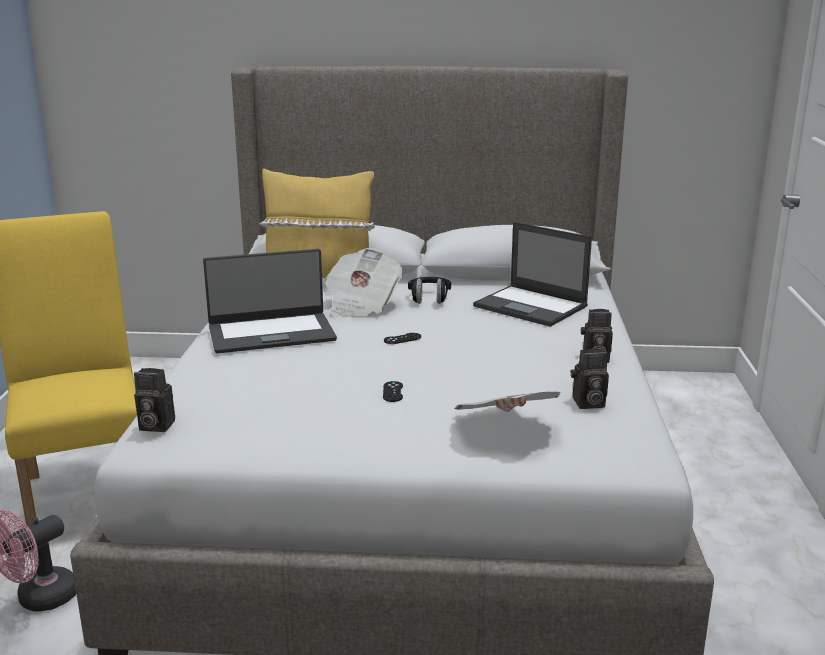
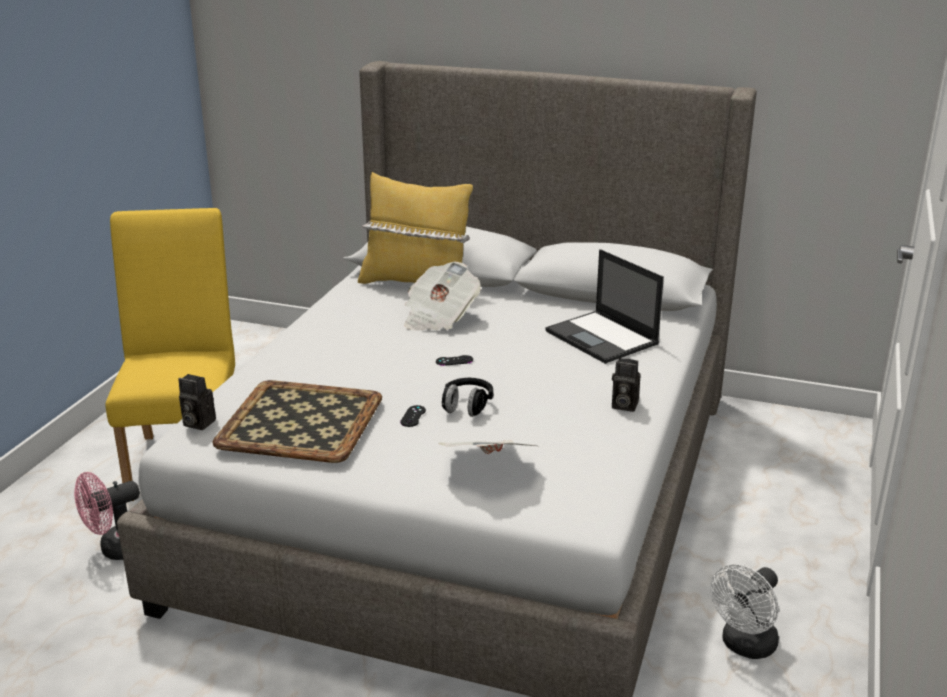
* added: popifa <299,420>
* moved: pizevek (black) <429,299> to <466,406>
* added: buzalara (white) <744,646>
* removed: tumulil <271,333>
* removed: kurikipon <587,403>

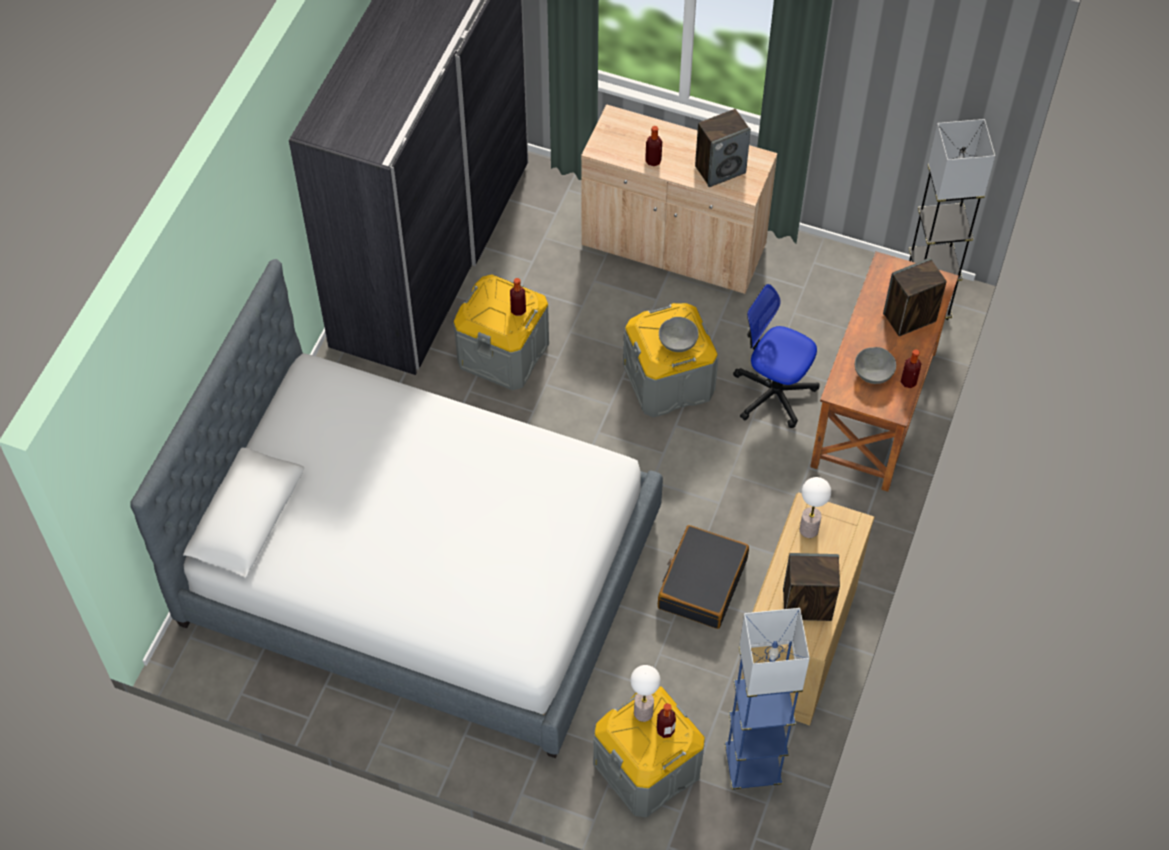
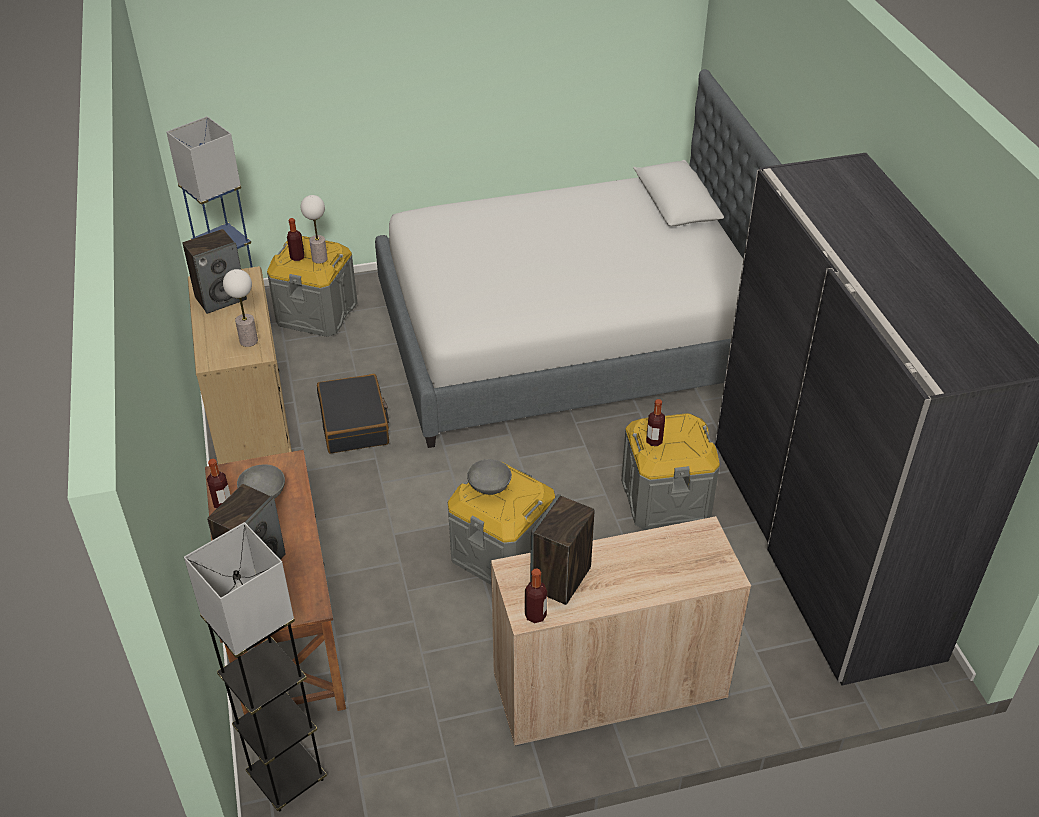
* moved: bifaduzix <653,161> to <535,615>
* removed: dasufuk <773,392>

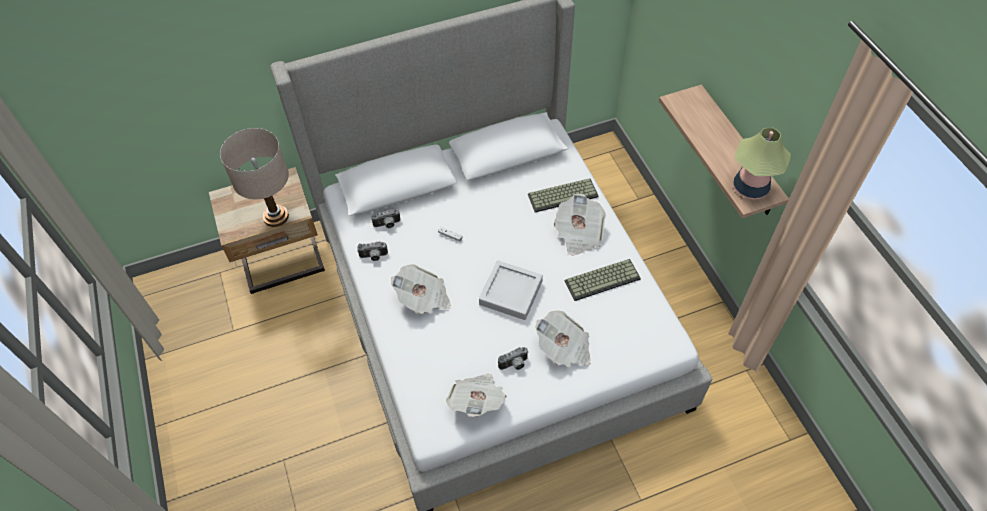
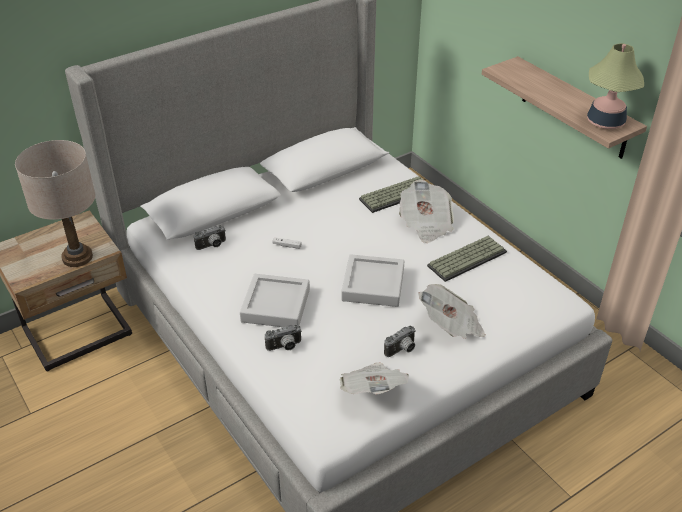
* replaced: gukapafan <423,298> to popifa (grey) <276,305>
* moved: kurikipon <373,257> to <285,347>

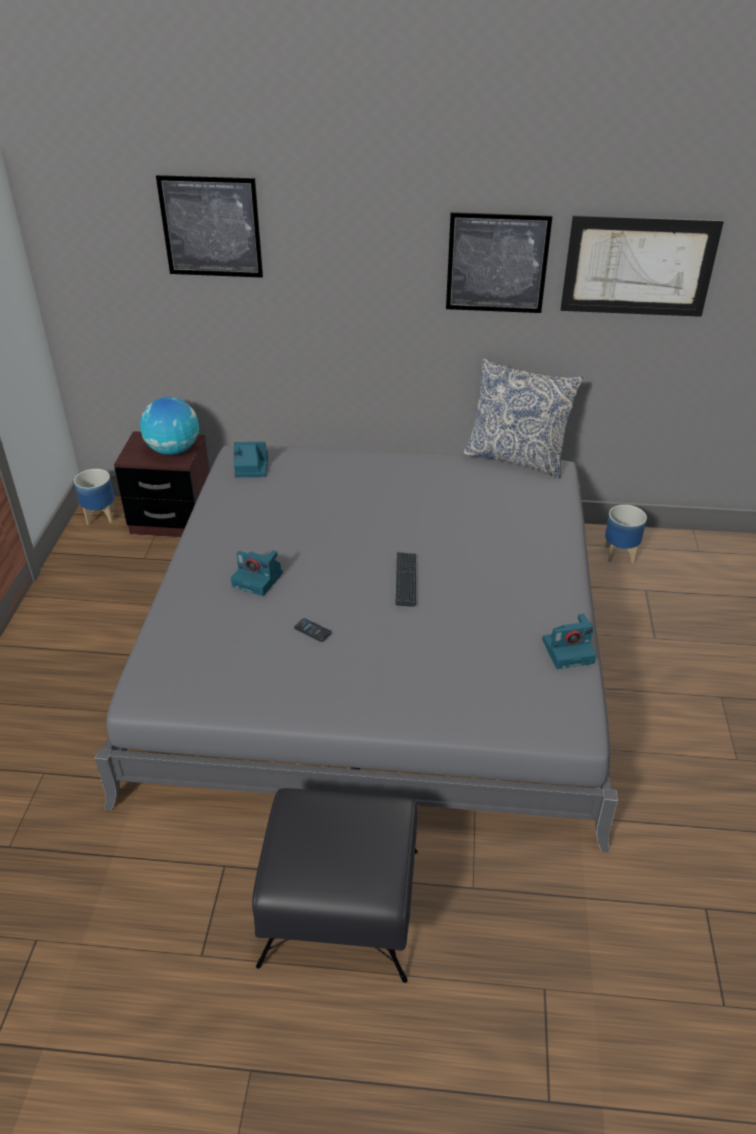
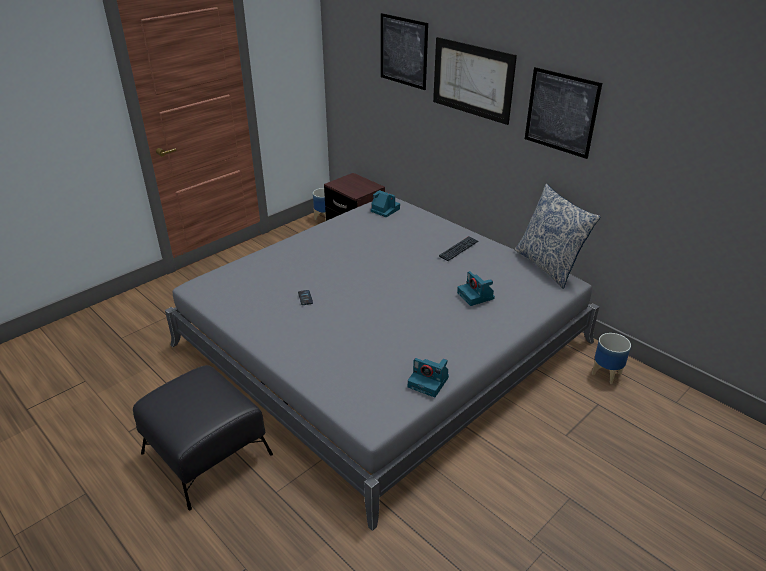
* moved: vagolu <638,266> to <472,80>
* moved: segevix <405,579> to <459,249>
* moved: kurikipon <258,579> to <476,296>
* removed: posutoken <173,450>

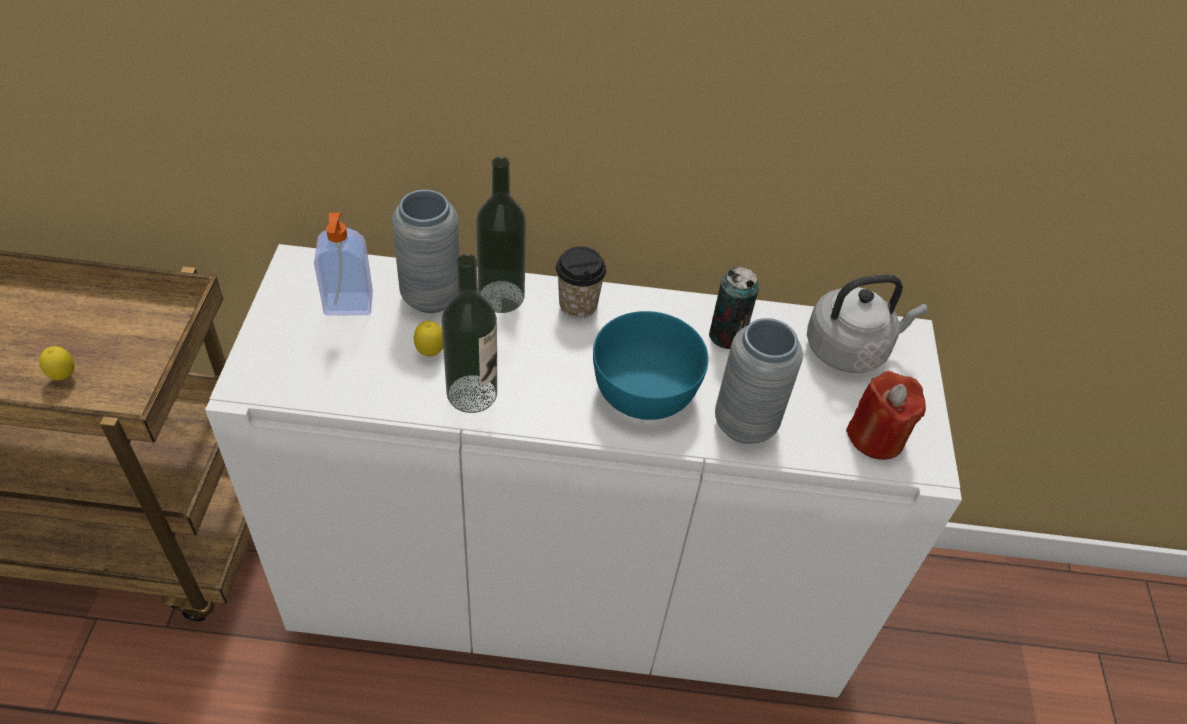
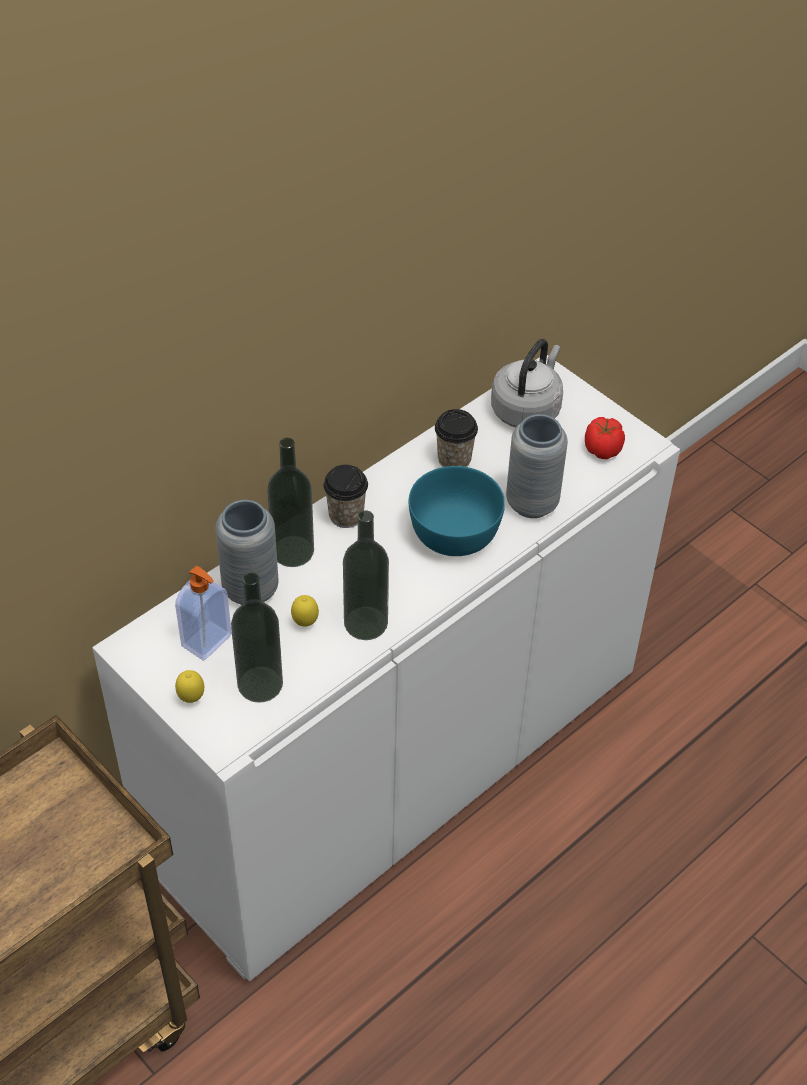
* moved: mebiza <64,377> to <191,698>
* added: bifaduzix <260,684>
* replaced: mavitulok <727,336> to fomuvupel <454,460>
* replaced: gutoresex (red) <876,436> to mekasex <602,450>

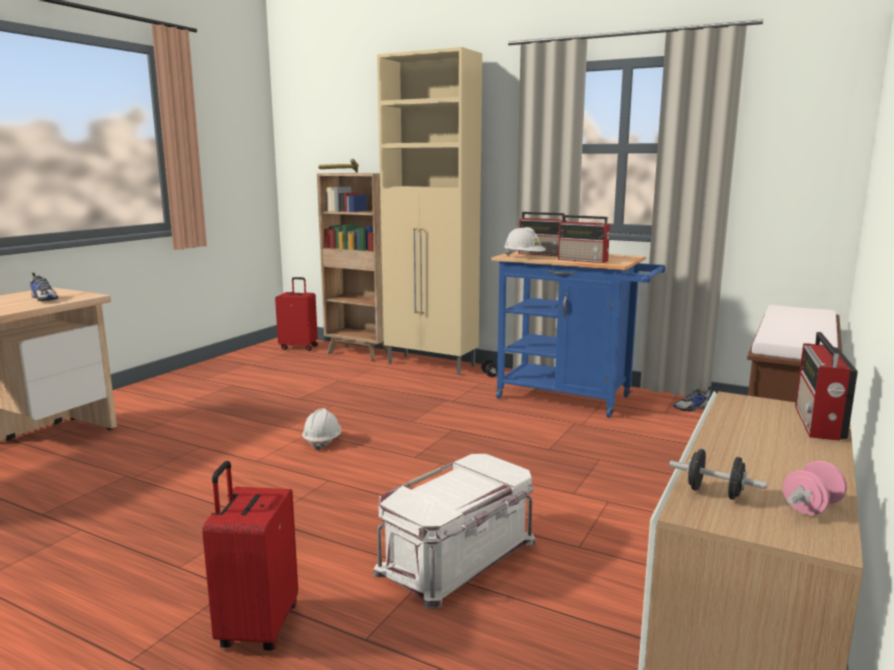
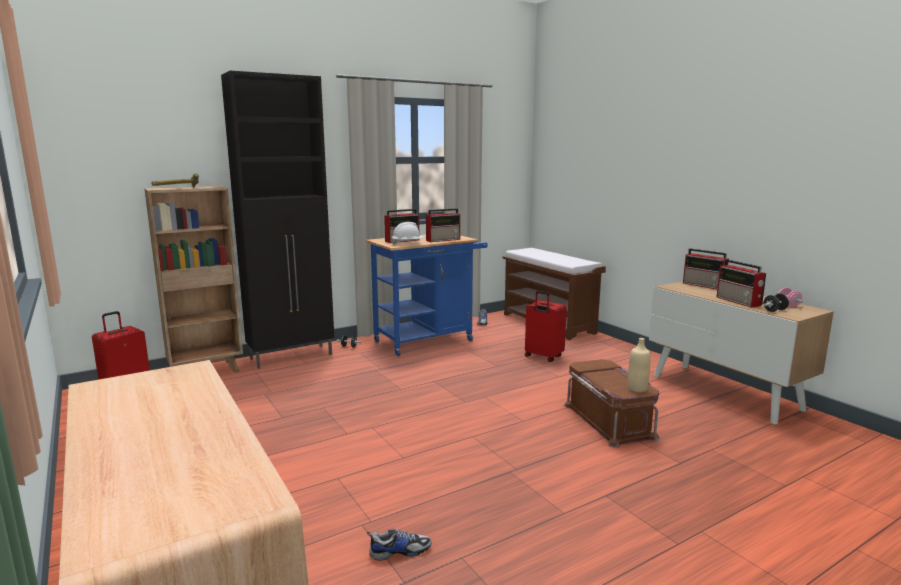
* recoloured: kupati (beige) <432,365> to kupati (black) <292,356>
* moved: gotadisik <45,298> to <399,551>
* moved: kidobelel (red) <256,627> to <543,357>
* recoloured: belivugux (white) <459,557> to belivugux (brown) <610,420>
* added: bifaduzix (beige) <637,388>
* added: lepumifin <739,301>
* removed: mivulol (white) <322,441>

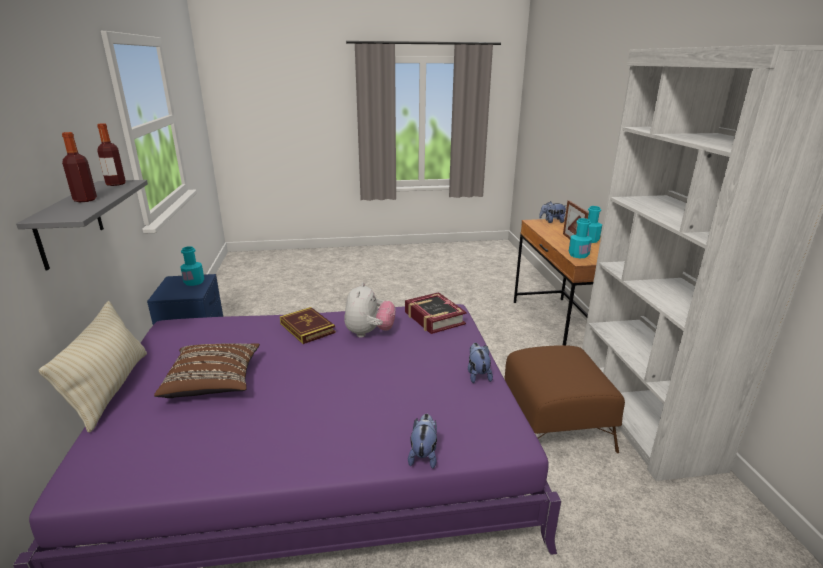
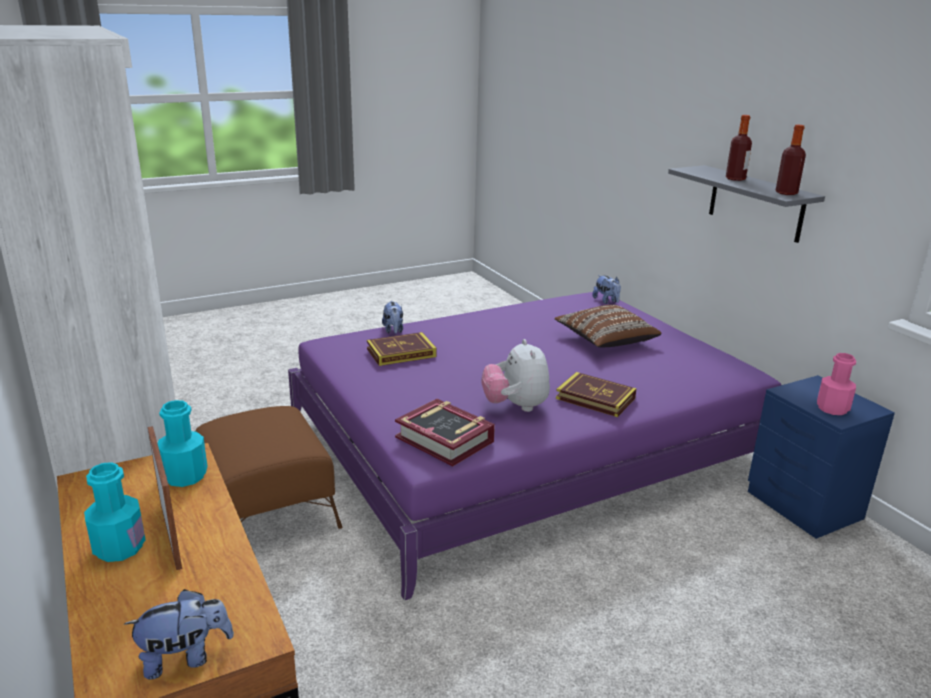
* added: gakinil <401,353>
* moved: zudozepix <477,375> to <606,301>
* recoloured: bifaduzix (turquoise) <194,282> to bifaduzix (pink) <832,408>
* removed: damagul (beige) <110,389>

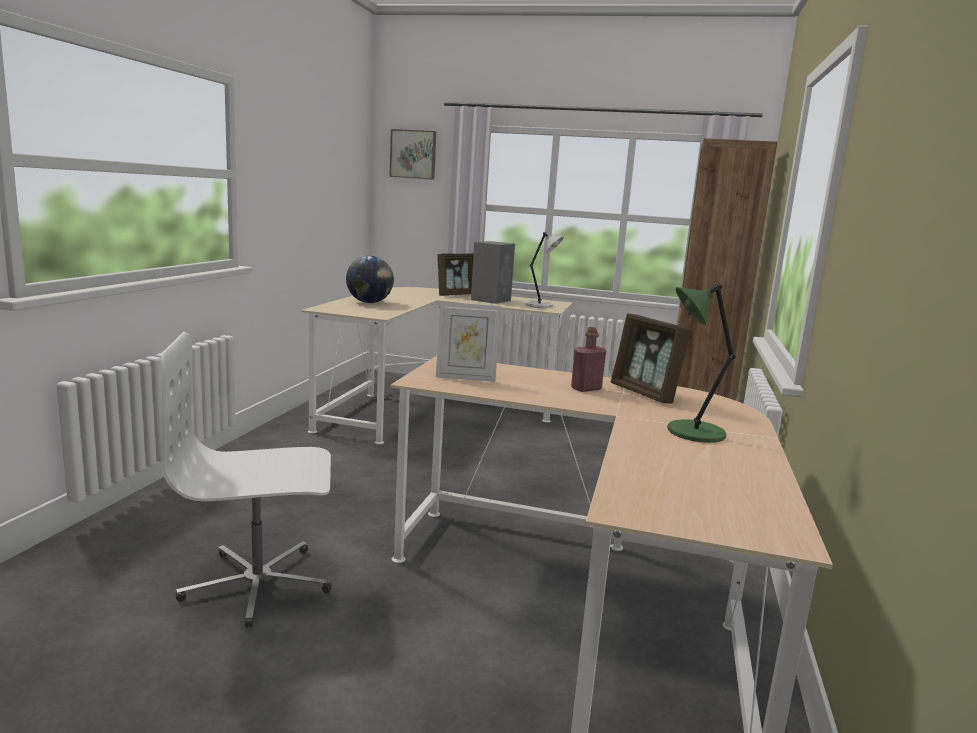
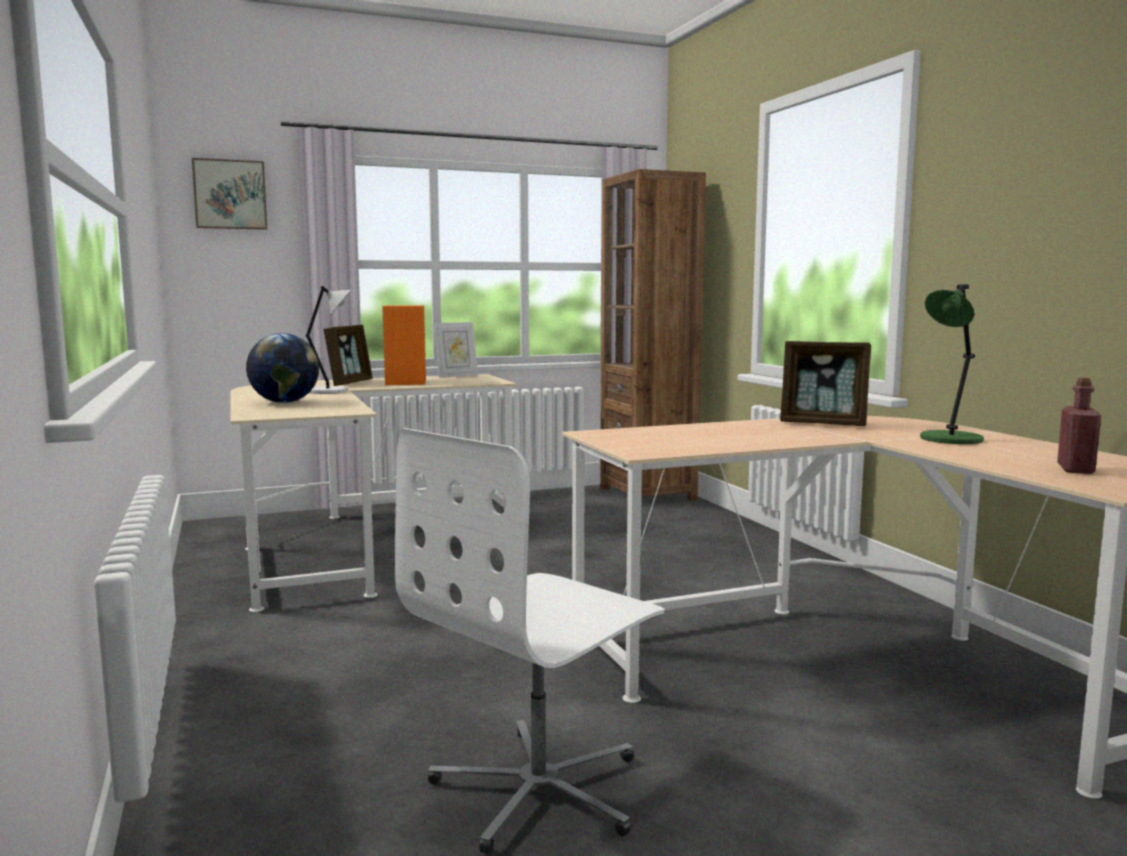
* moved: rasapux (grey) <540,305> to <330,391>
* recoloured: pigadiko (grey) <491,300> to pigadiko (orange) <406,382>
* moved: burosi <465,377> to <456,376>
* moved: bifaduzix (red) <586,388> to <1075,469>

